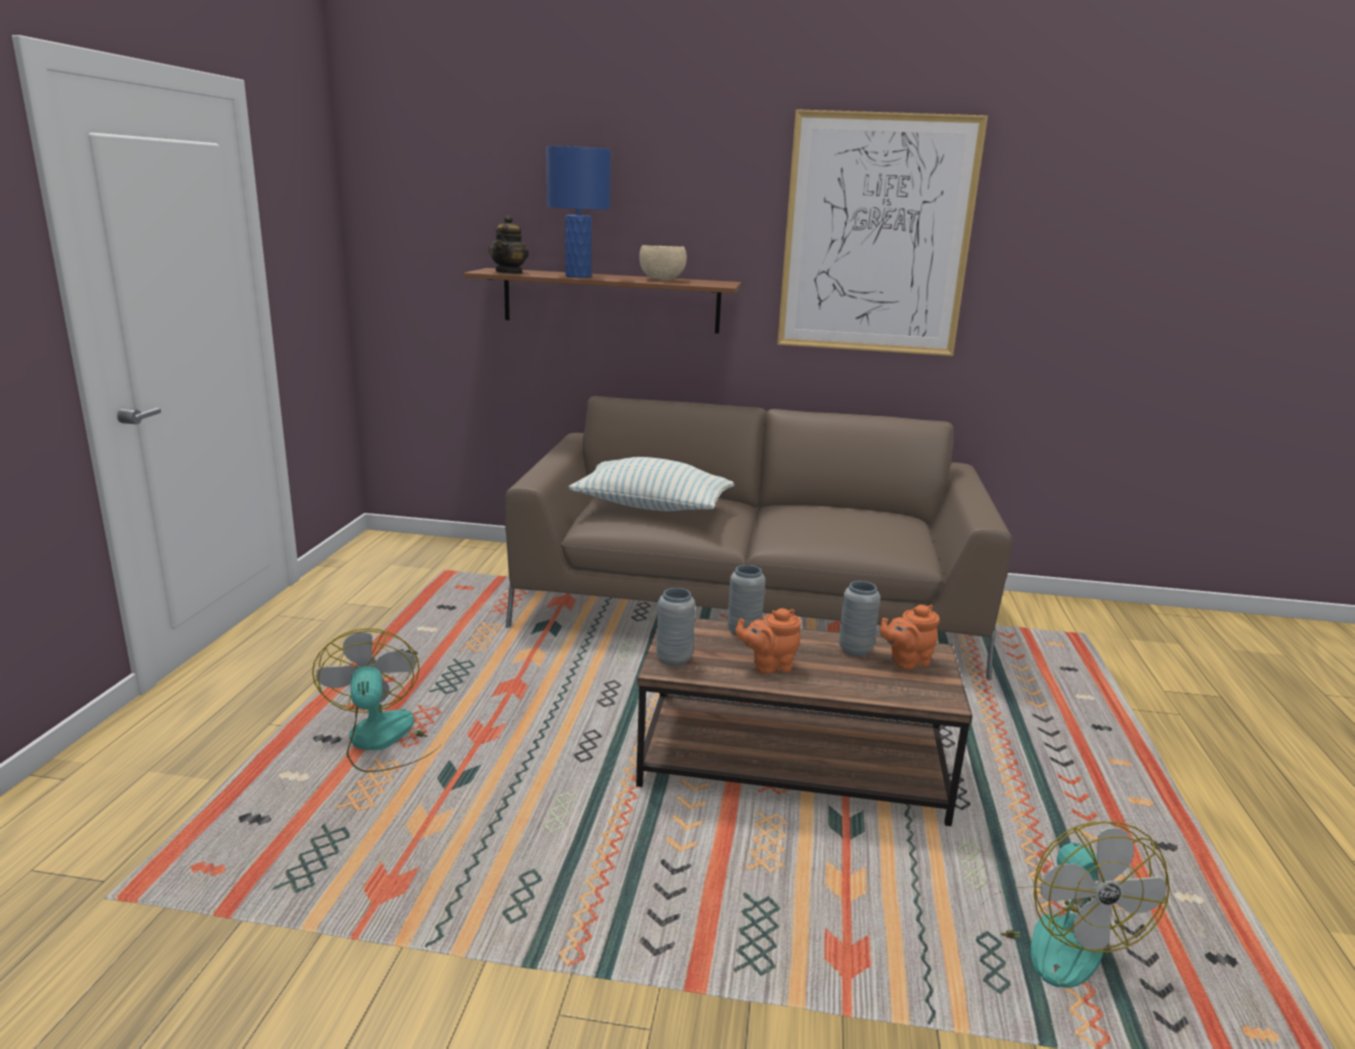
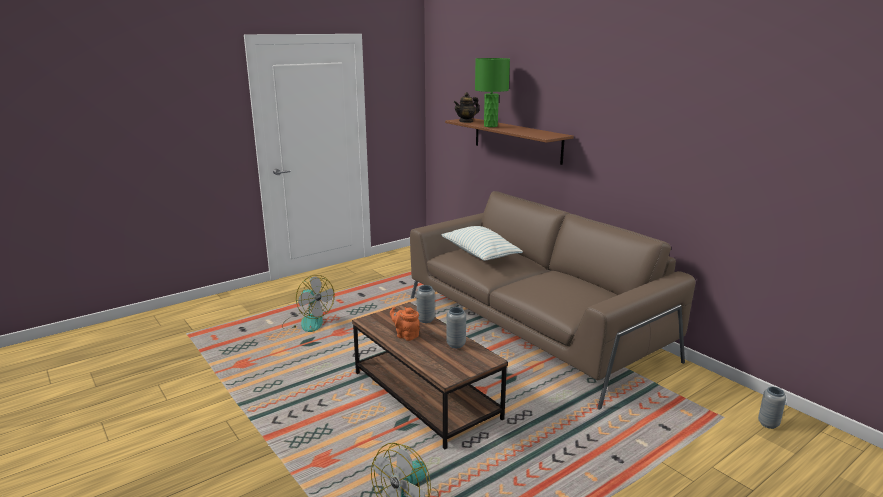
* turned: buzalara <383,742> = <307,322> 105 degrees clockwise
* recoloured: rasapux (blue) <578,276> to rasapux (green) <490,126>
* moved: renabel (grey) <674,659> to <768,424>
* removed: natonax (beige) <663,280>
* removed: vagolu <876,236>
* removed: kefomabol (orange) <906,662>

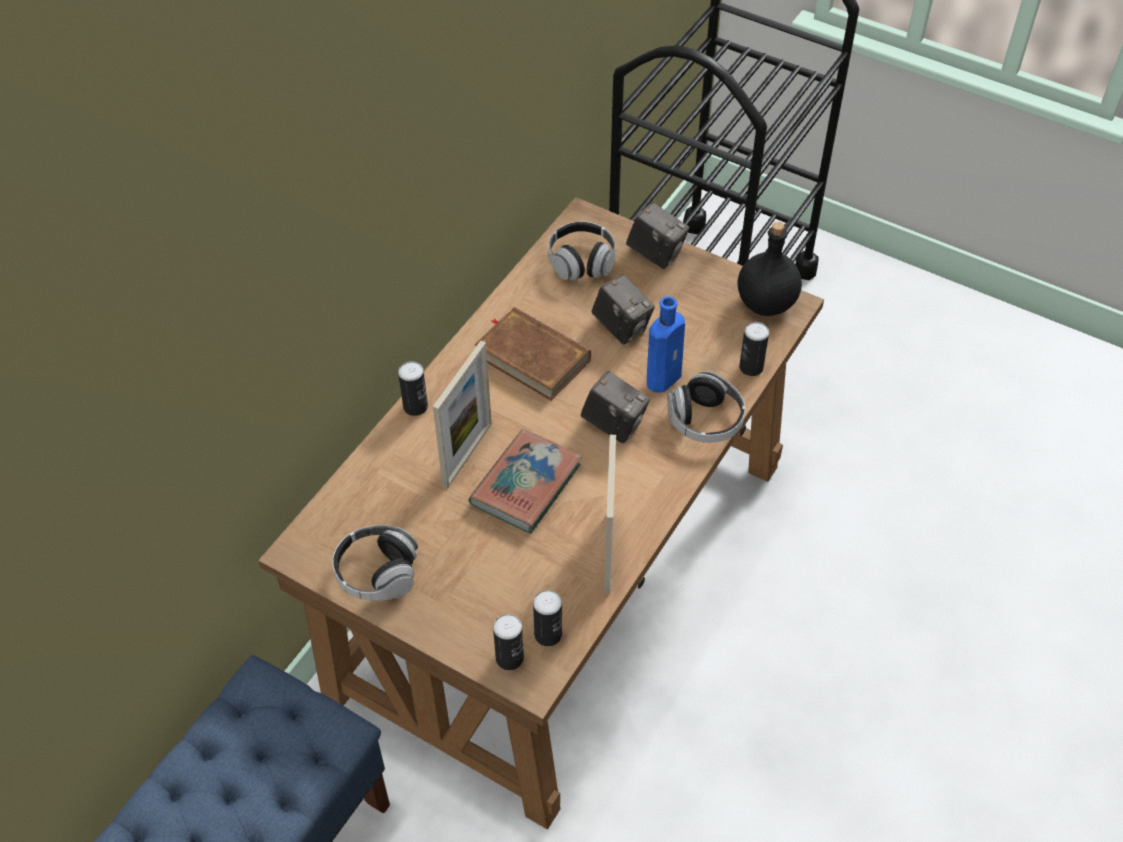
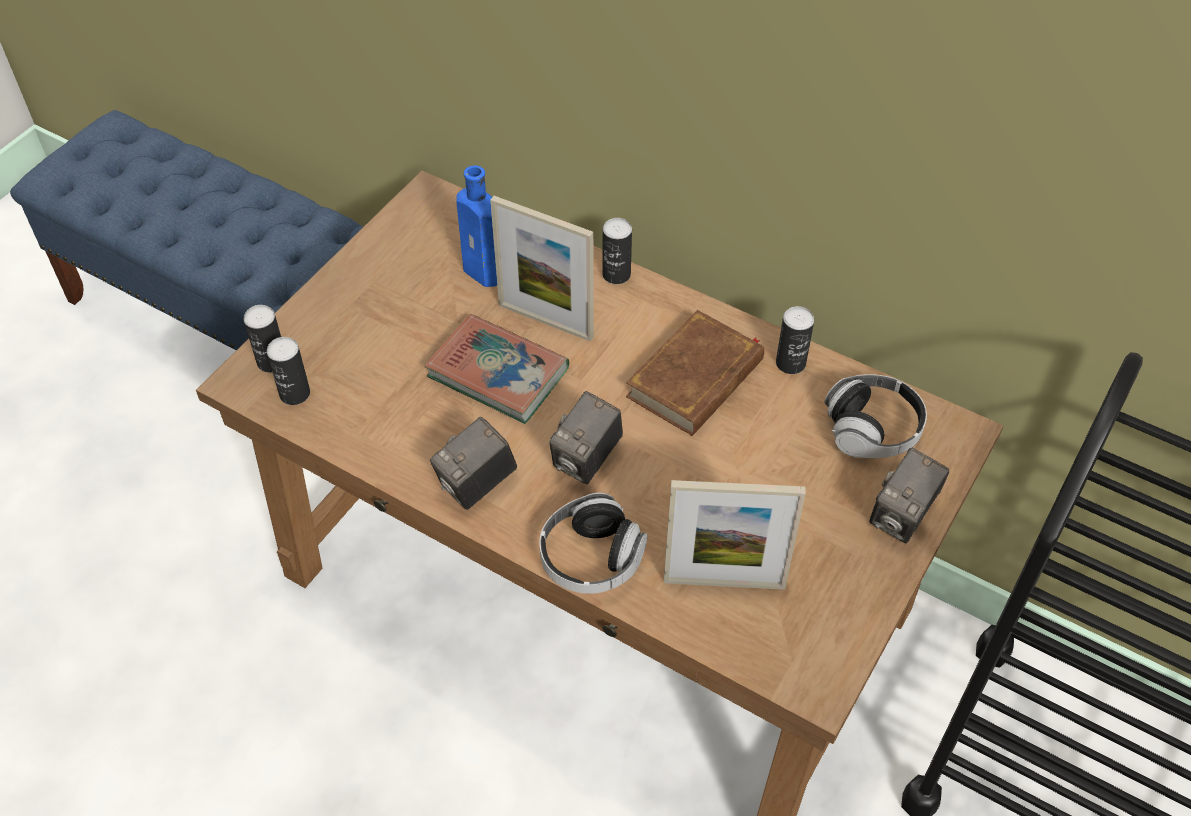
* moved: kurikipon <621,327> to <477,485>
* moved: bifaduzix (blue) <665,377> to <486,273>
* moved: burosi <608,552> to <724,583>
* moved: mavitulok <751,367> to <790,363>
* removed: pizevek <377,573>
* removed: bifaduzix (black) <765,303>

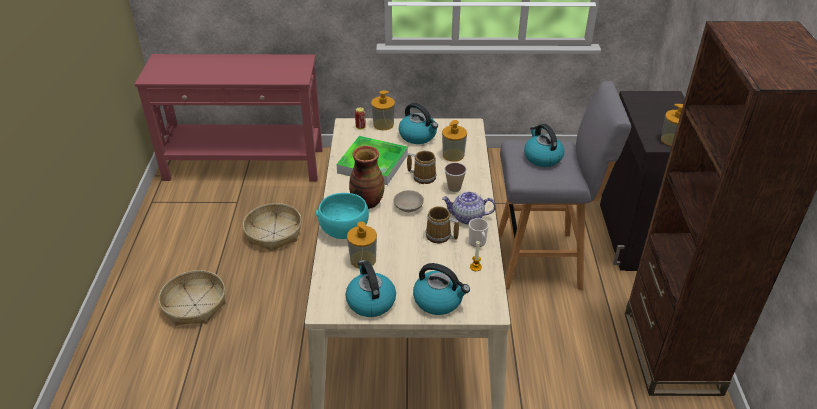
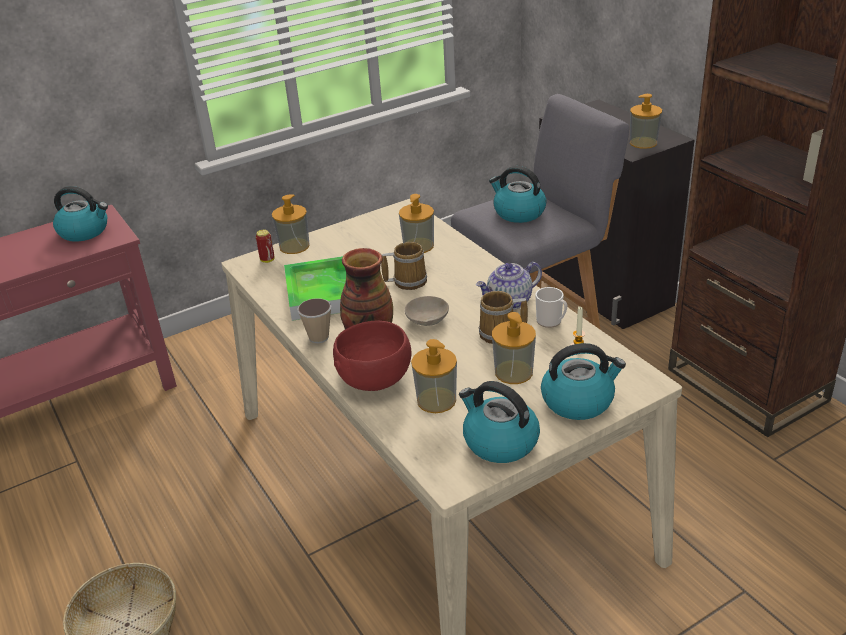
* moved: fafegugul <418,136> to <85,231>
* moved: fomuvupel <454,188> to <319,337>
* recoloured: natonax (turquoise) <344,231> to natonax (red) <375,380>
* added: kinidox <513,372>
* removed: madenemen <274,233>

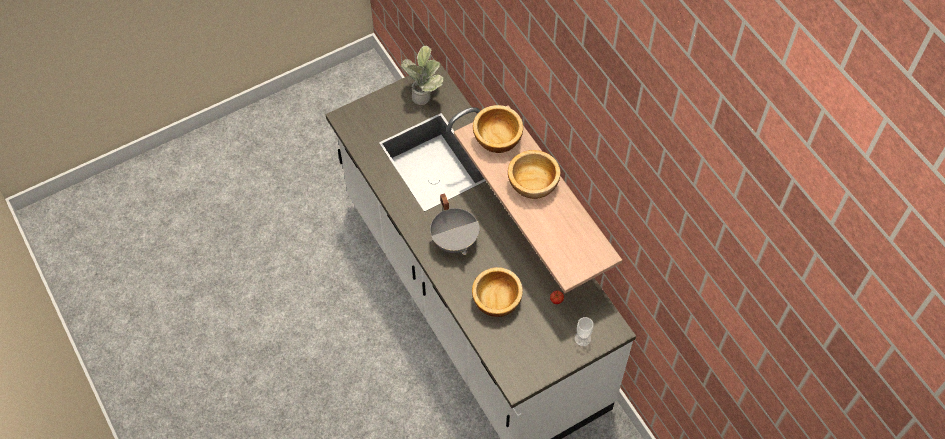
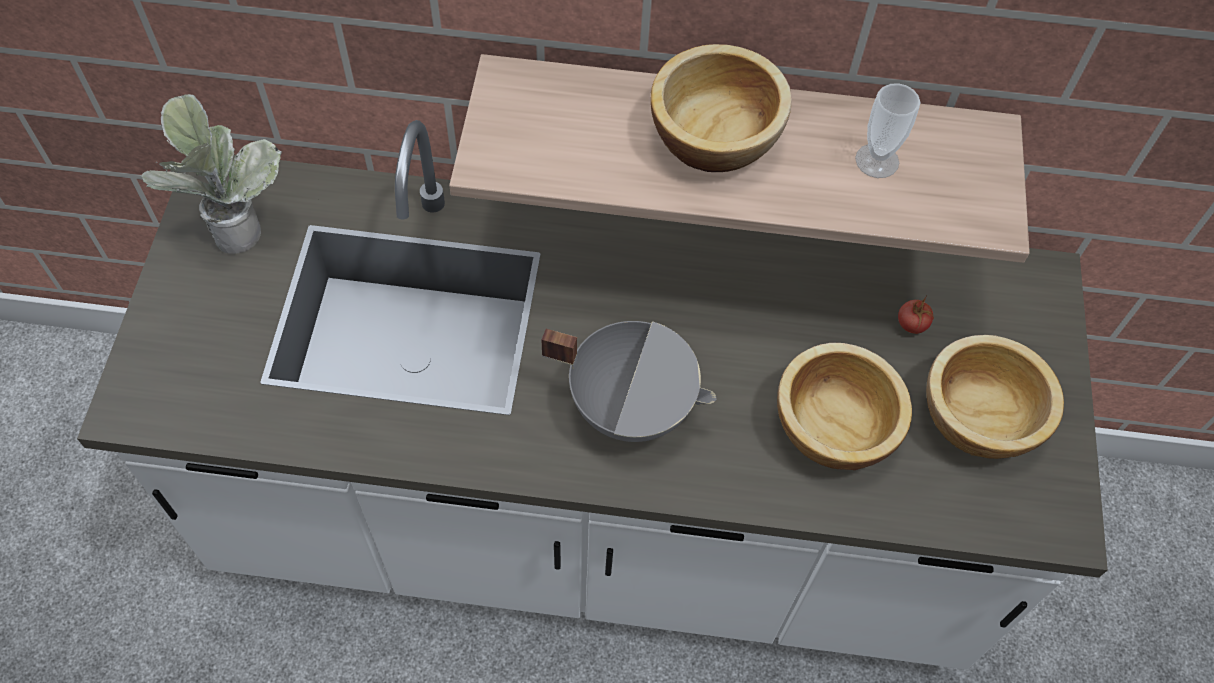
* moved: fomuvupel <582,338> to <877,161>
* moved: natonax <496,138> to <977,417>

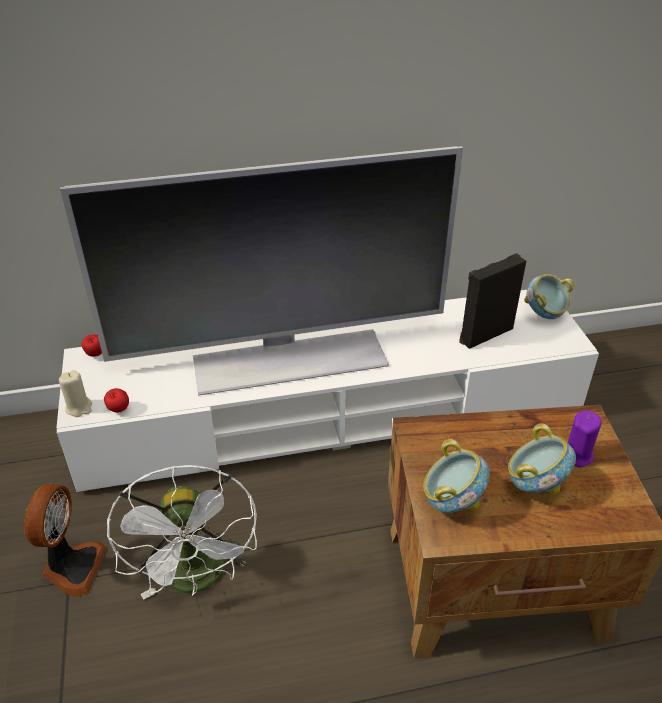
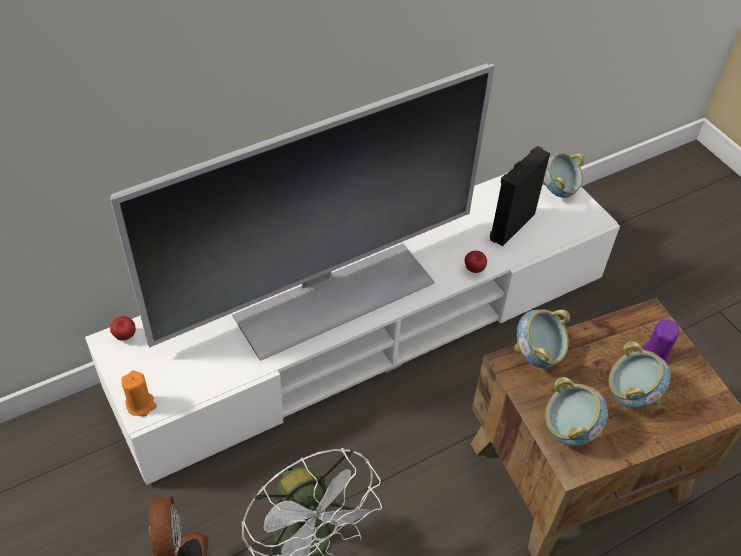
* recoloured: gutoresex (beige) <79,407> to gutoresex (orange) <141,404>
* moved: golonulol <118,410> to <474,270>
* added: natonax <537,355>

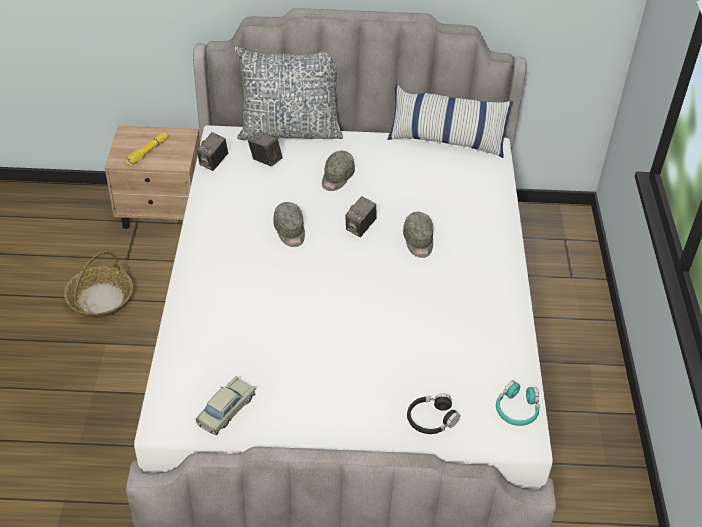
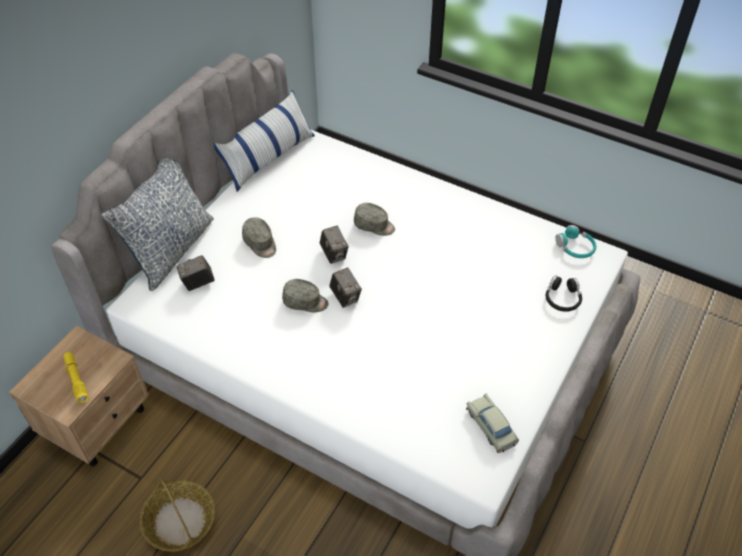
* moved: kurikipon <213,163> to <345,297>

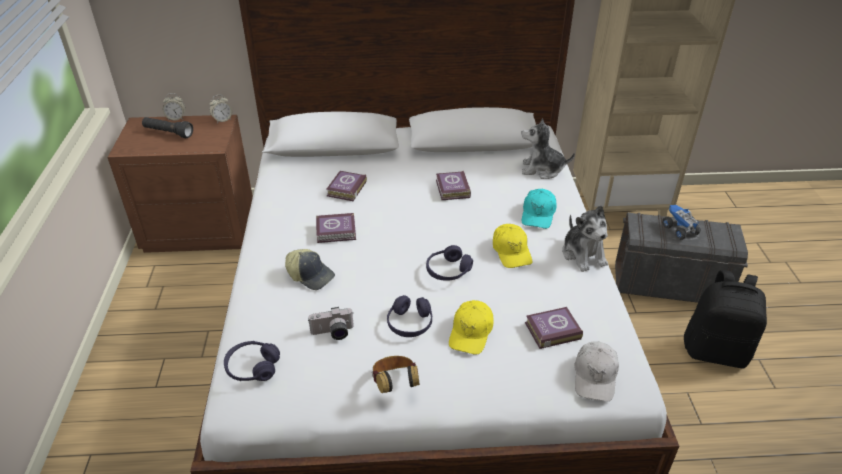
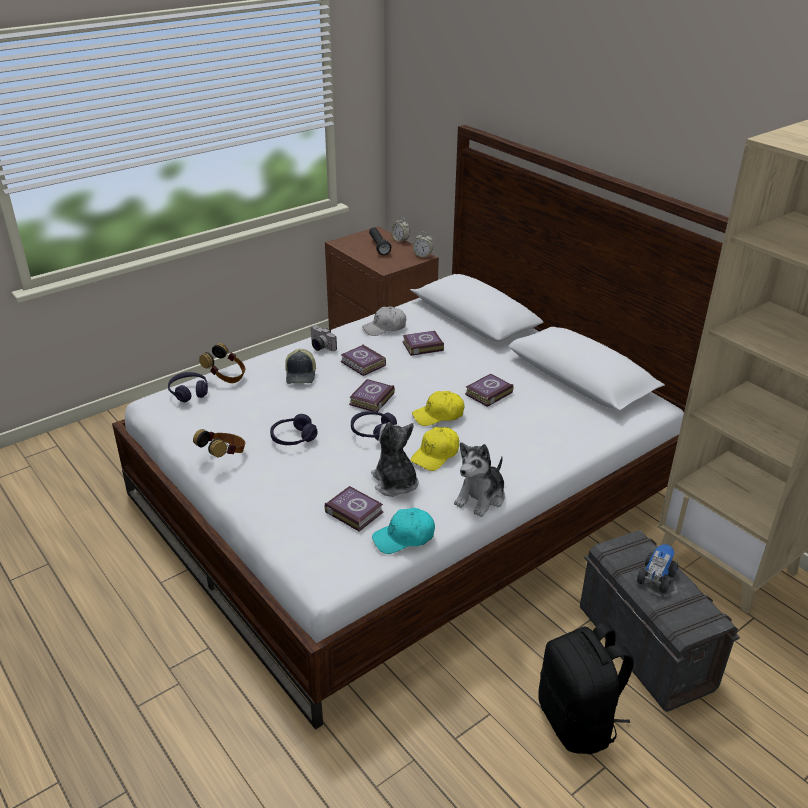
* added: pizevek <226,377>
* moved: kurikipon <333,333> to <320,347>
* added: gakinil <370,399>
* moved: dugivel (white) <595,376> to <385,328>
* moved: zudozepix <542,169> to <395,483>
* moved: dugivel (turquoise) <538,214> to <404,537>
* moved: dugivel (yellow) <471,332> to <438,415>

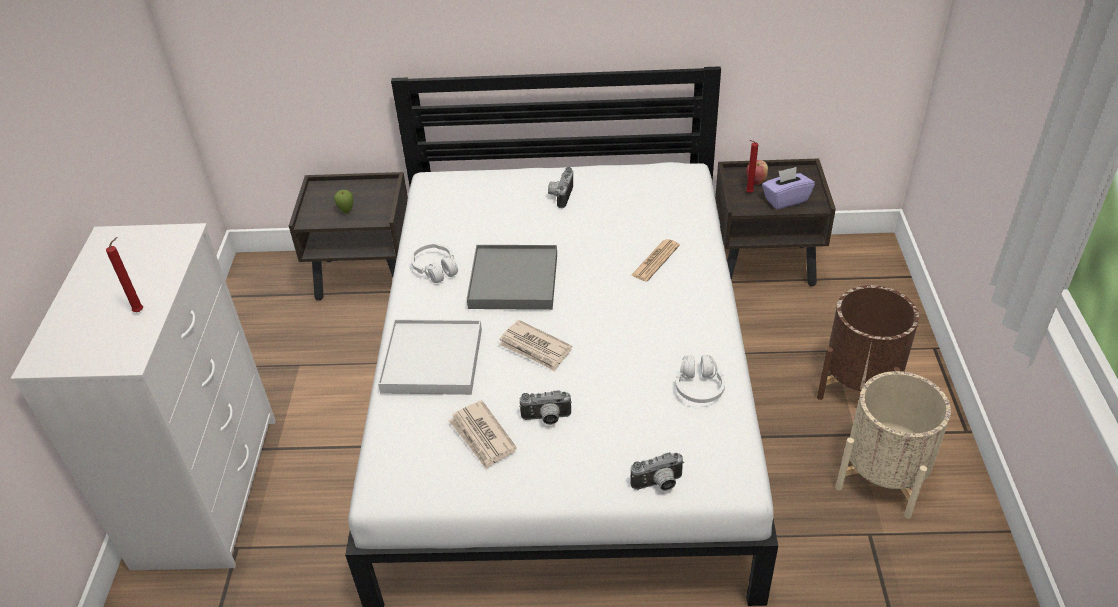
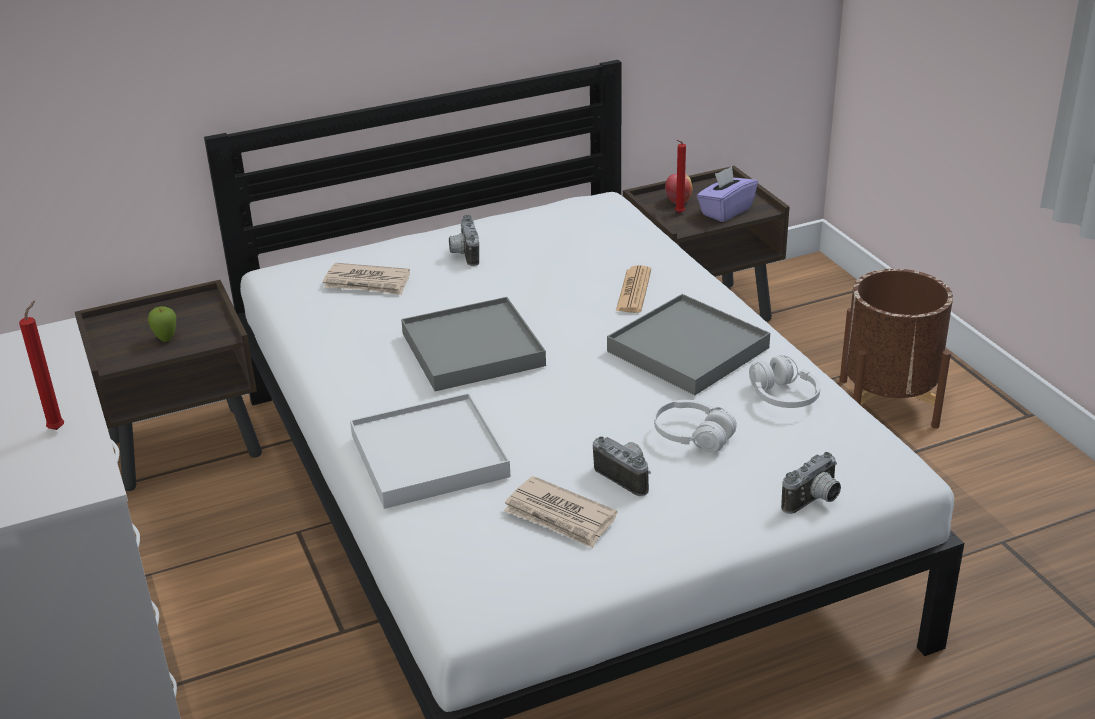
* moved: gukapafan <535,348> to <367,283>
* turned: kurikipon <546,419> = <626,476> 105 degrees counterclockwise
* added: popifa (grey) <688,350>
* moved: pizevek (white) <436,269> to <693,436>
* removed: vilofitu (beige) <883,477>

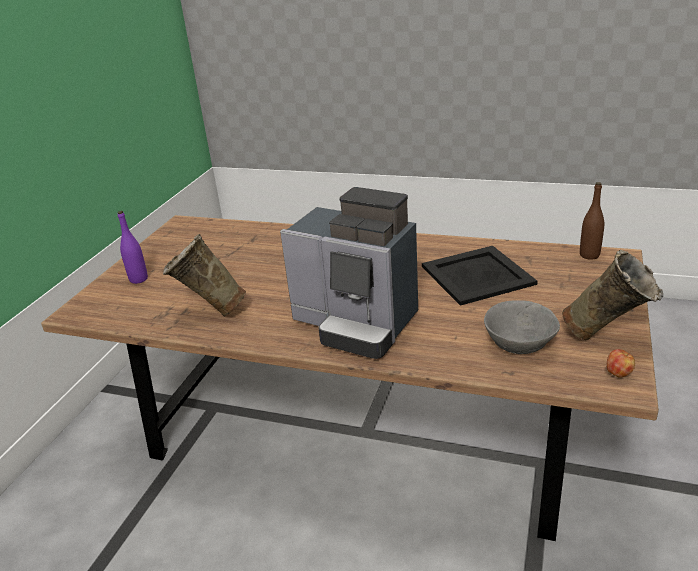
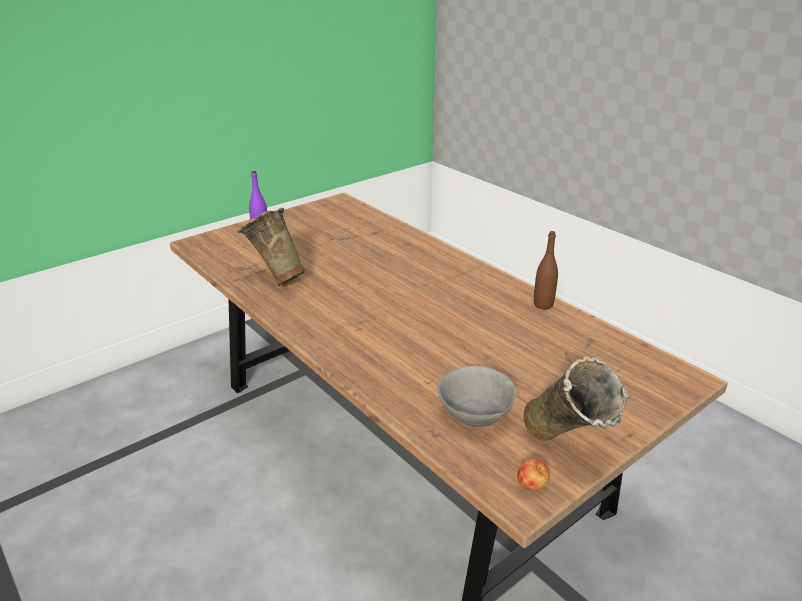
* moved: bifaduzix (brown) <589,255> to <543,304>
* removed: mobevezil <357,323>
* removed: popifa (black) <477,276>

